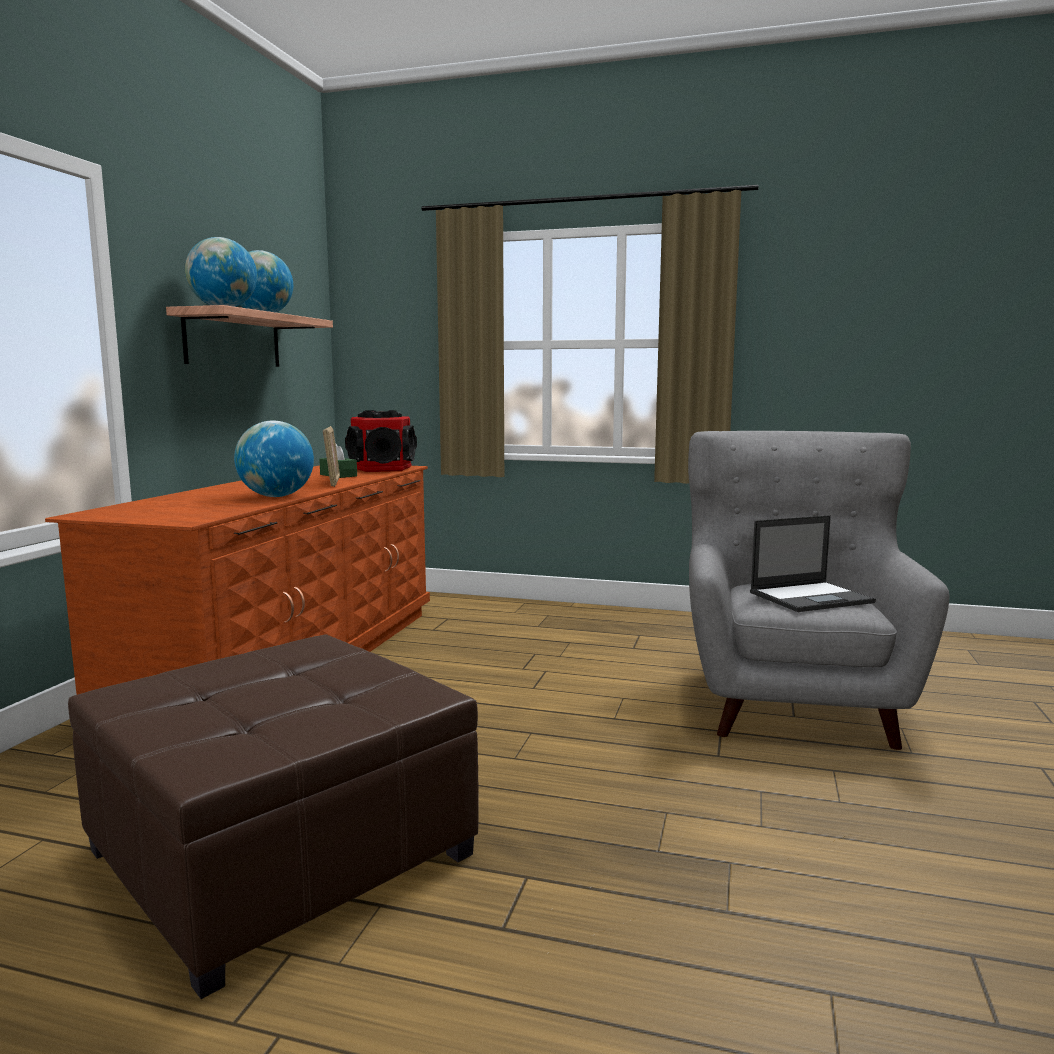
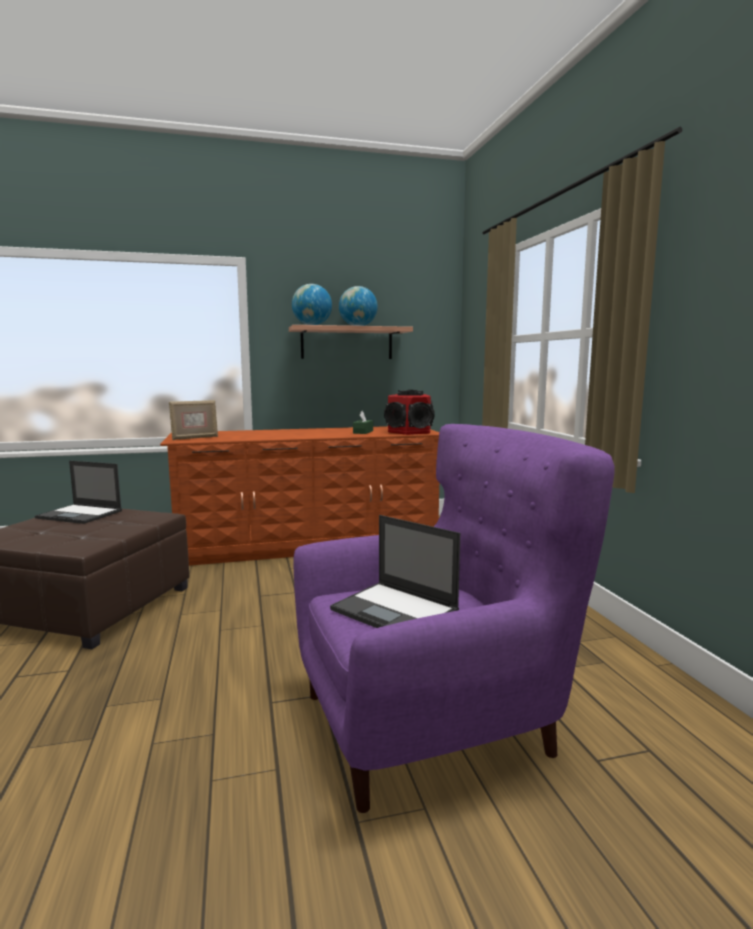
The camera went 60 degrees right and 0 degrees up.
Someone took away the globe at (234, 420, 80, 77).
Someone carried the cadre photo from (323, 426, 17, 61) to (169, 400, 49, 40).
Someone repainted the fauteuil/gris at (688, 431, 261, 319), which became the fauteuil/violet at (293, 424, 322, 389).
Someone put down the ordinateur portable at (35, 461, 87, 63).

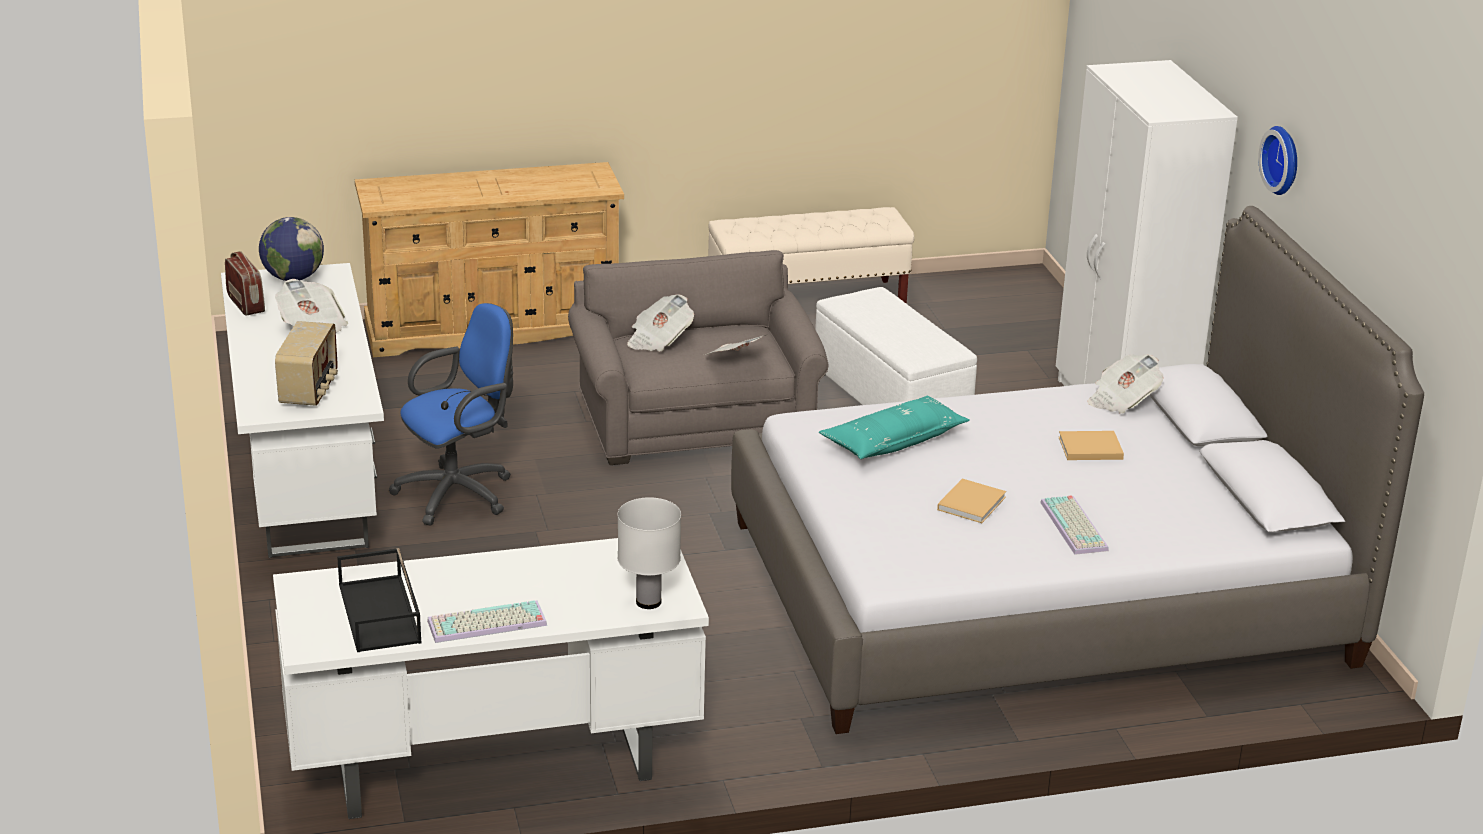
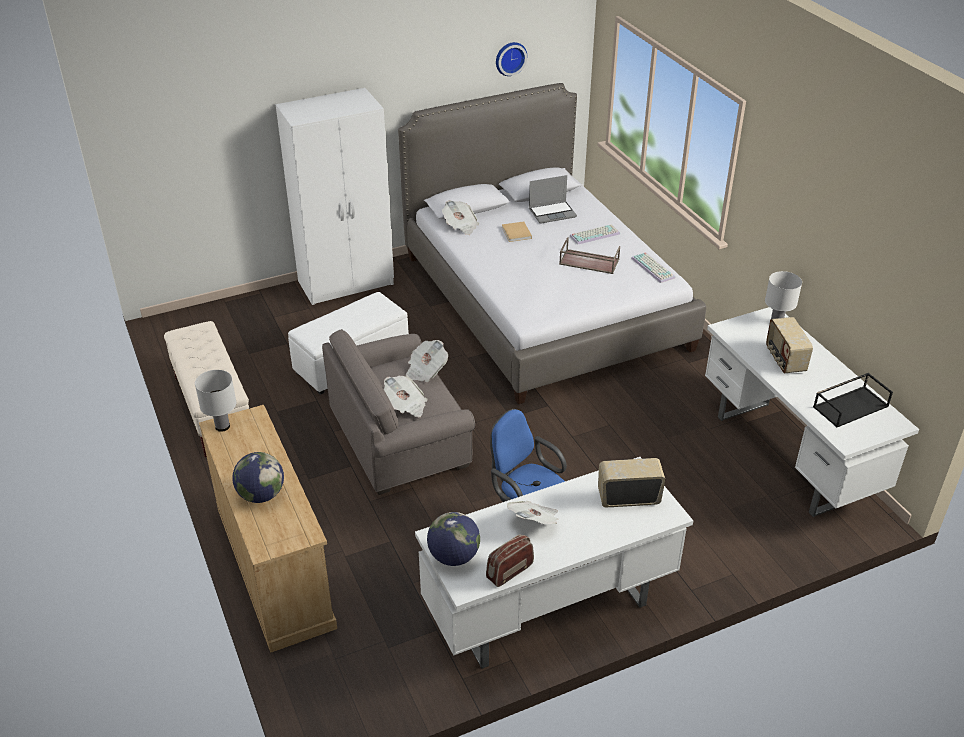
The camera went 100 degrees left and 10 degrees up.
Someone carried the clavier from (427, 600, 120, 43) to (631, 252, 44, 31).
Someone took away the coussin/turquoise at (819, 396, 151, 63).
Someone swapped the livre/beige at (937, 478, 69, 45) for the plateau/marron at (559, 237, 61, 37).
Someone carried the horloge murale from (1258, 126, 39, 69) to (496, 42, 31, 34).
Someone put down the lampe de table/blanc at (195, 370, 42, 62).
Someone put down the globe at (232, 452, 52, 51).
Someone put down the ordinateur portable at (529, 175, 48, 49).
Someone put down the radio at (766, 317, 47, 56).

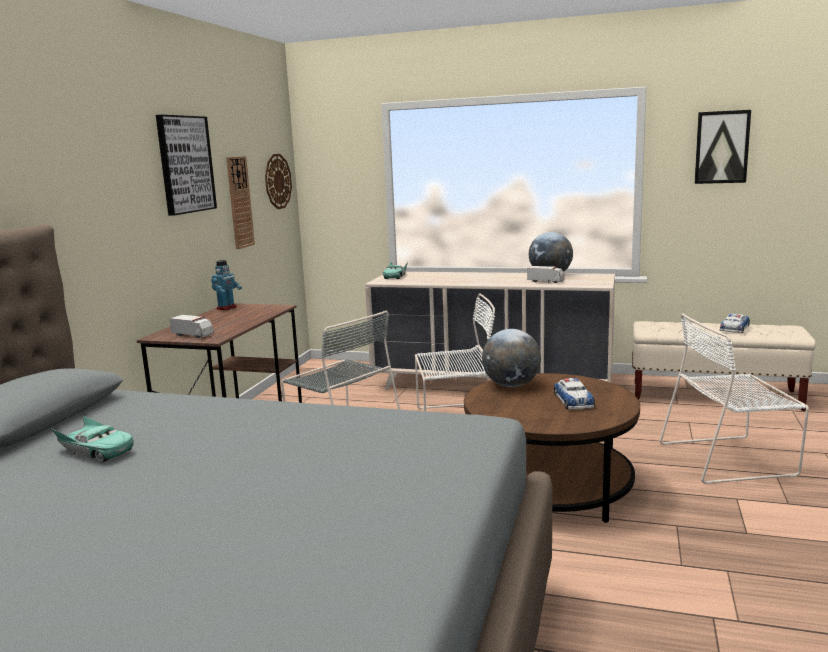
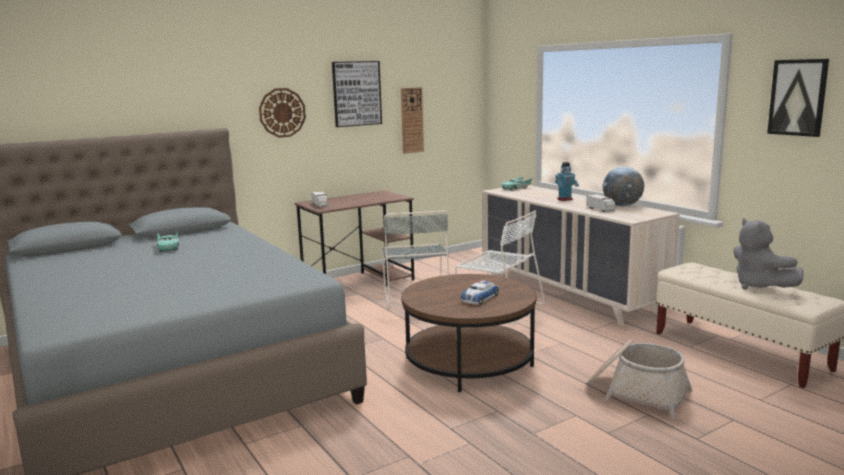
The camera went 40 degrees right and 0 degrees up.
Someone carried the robot jouet from (211, 260, 31, 50) to (555, 162, 24, 39).
Someone carried the horloge murale from (265, 154, 27, 55) to (259, 88, 47, 50).
Someone took away the globe at (482, 329, 59, 58).
Someone swapped the chaise/blanc at (660, 313, 149, 171) for the panier at (586, 339, 107, 80).
Someone swapped the petite voiture at (720, 314, 30, 19) for the peluche/gris at (733, 219, 70, 71).

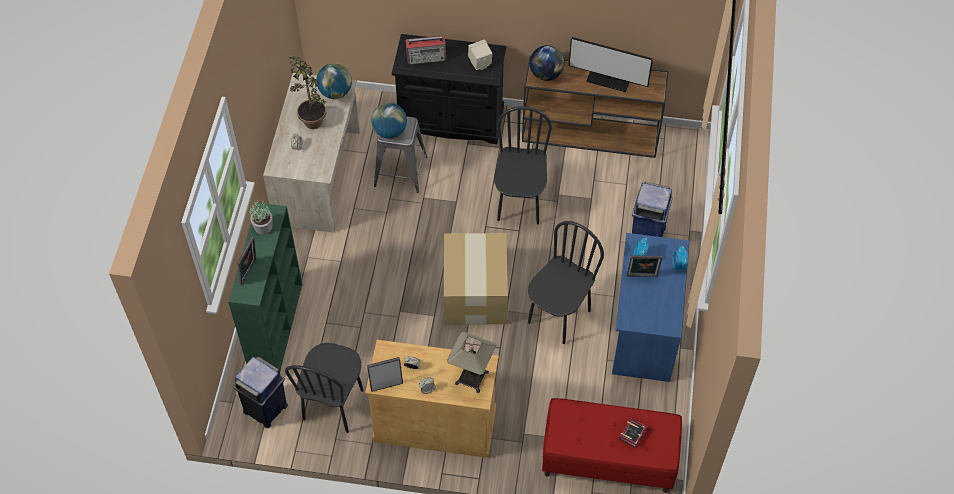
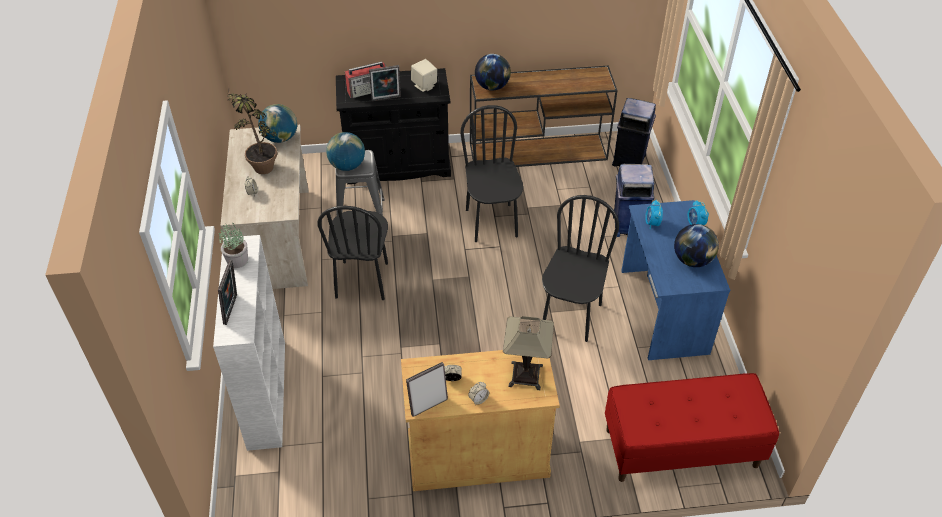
The camera went 15 degrees left and 10 degrees down.
Someone repainted the bibliothèque/vert at (228, 203, 74, 168), which became the bibliothèque/blanc at (213, 235, 72, 216).
Someone carried the poubelle/bleu from (234, 357, 54, 71) to (612, 98, 44, 68).
Someone carried the chaise/noir from (285, 343, 79, 90) to (317, 206, 71, 94).
Someone took away the carton at (444, 233, 64, 92).
Someone took away the écran d'ordinateur at (569, 37, 84, 55).
Someone took away the livre at (619, 418, 28, 30).
Someone carried the cadre photo from (627, 256, 35, 21) to (369, 65, 32, 36).
Someone put down the globe at (674, 224, 45, 43).

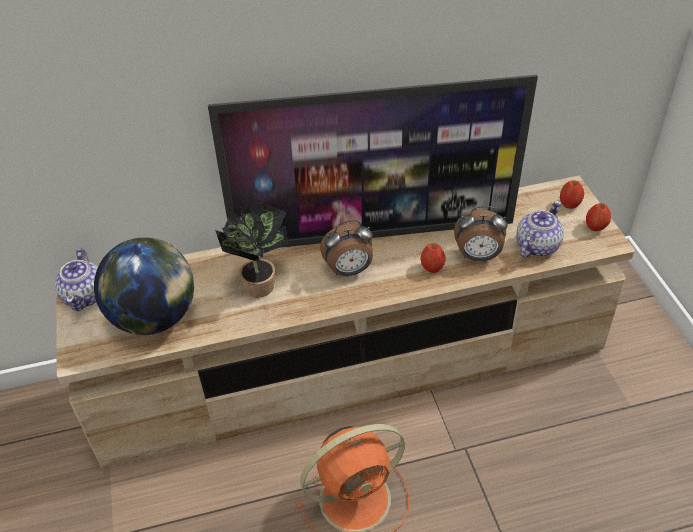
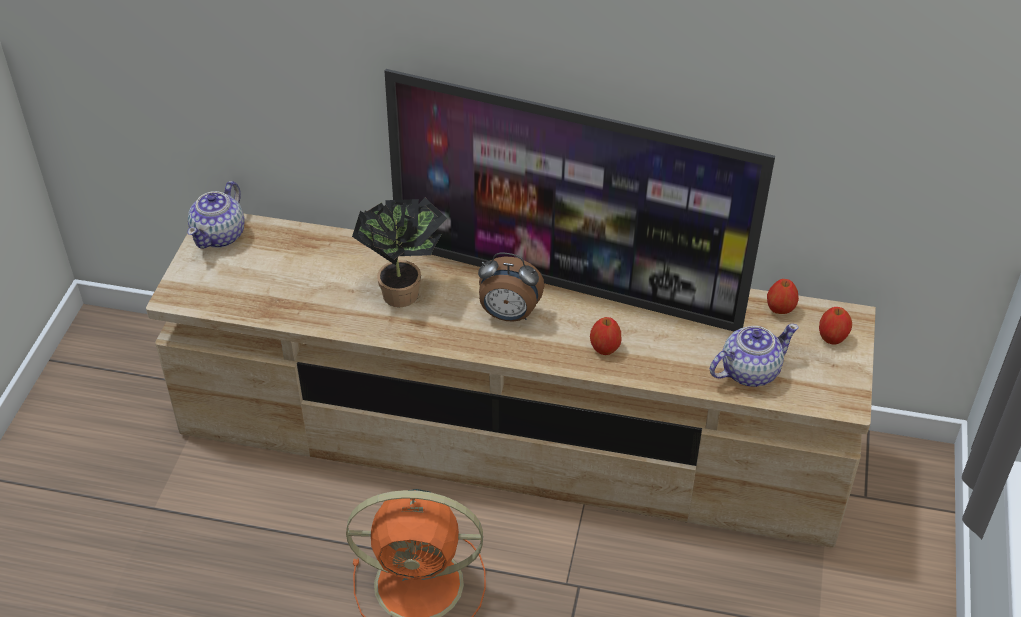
The camera went 25 degrees right and 0 degrees up.
Someone took away the globe at (94, 237, 100, 98).
Someone took away the réveil at (454, 206, 53, 55).
Someone carried the pomme from (586, 203, 25, 28) to (767, 279, 32, 35).

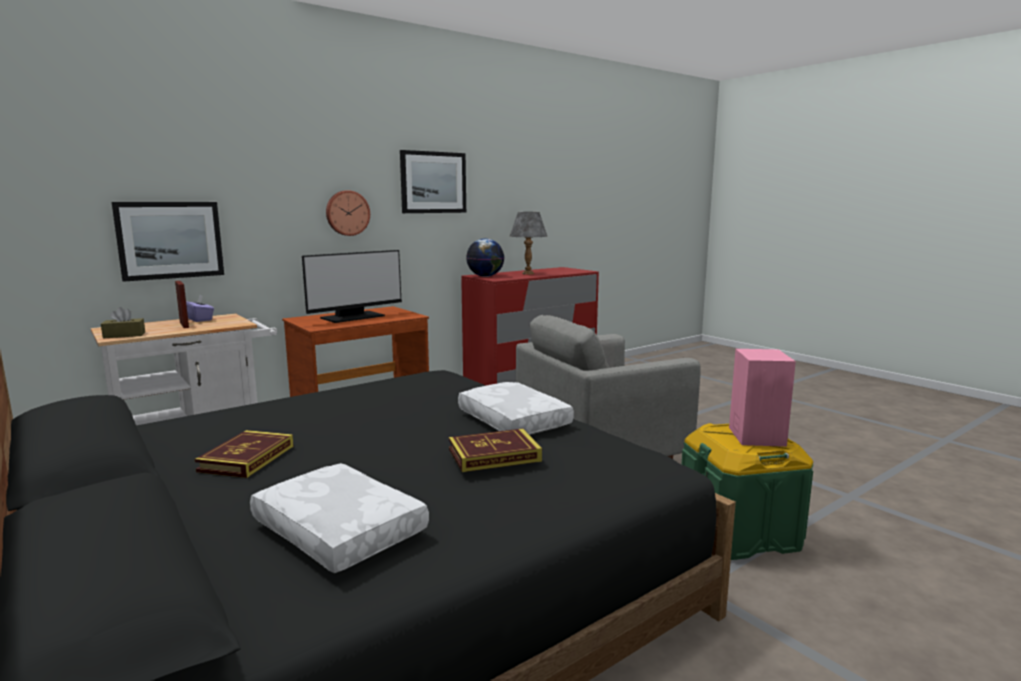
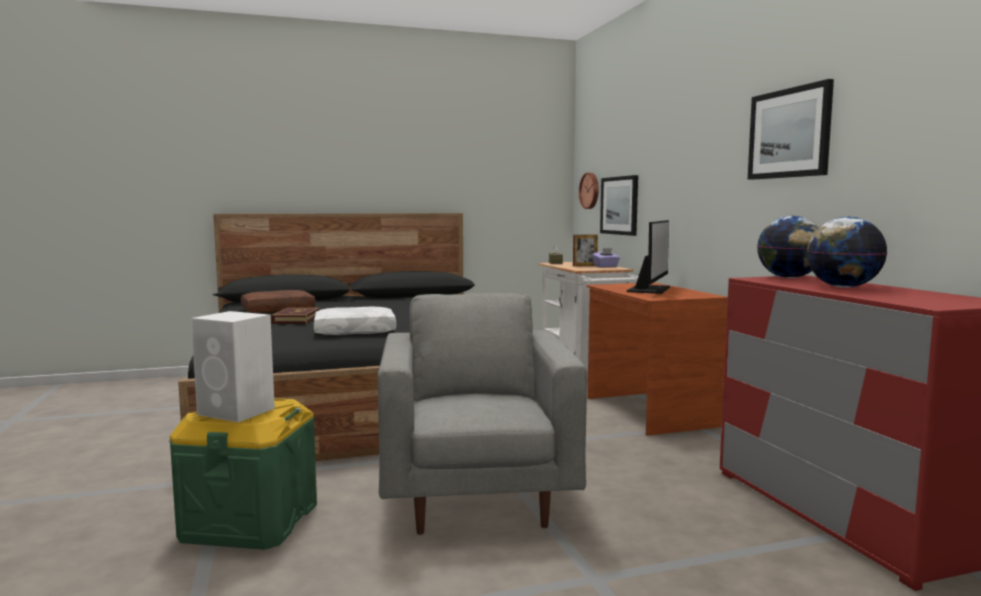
The camera went 110 degrees right and 5 degrees down.
Someone took away the livre at (195, 430, 98, 48).
Someone repainted the coussin/blanc at (250, 463, 179, 110), which became the coussin/marron at (241, 290, 75, 23).
Someone rotated the écran d'ordinateur at (302, 250, 100, 73) by 135 degrees counterclockwise.
Someone carried the horloge murale from (326, 190, 44, 46) to (579, 173, 20, 36).
Someone swapped the lampe de table/gris at (510, 212, 37, 63) for the globe at (807, 217, 80, 71).
Someone repainted the enceinte/rose at (729, 349, 67, 98), which became the enceinte/blanc at (191, 311, 84, 111).

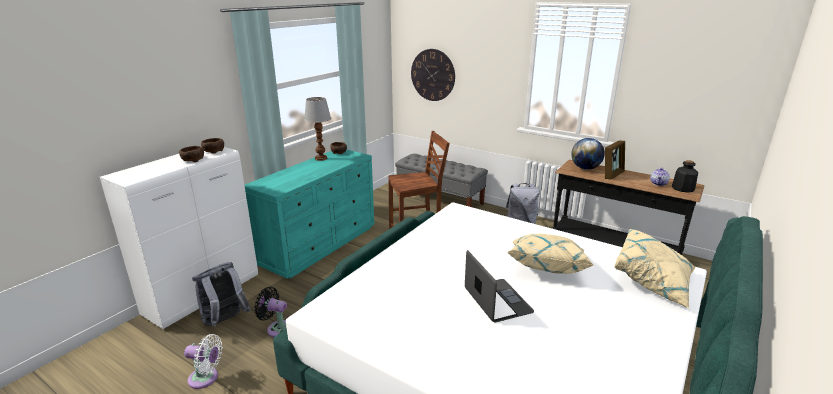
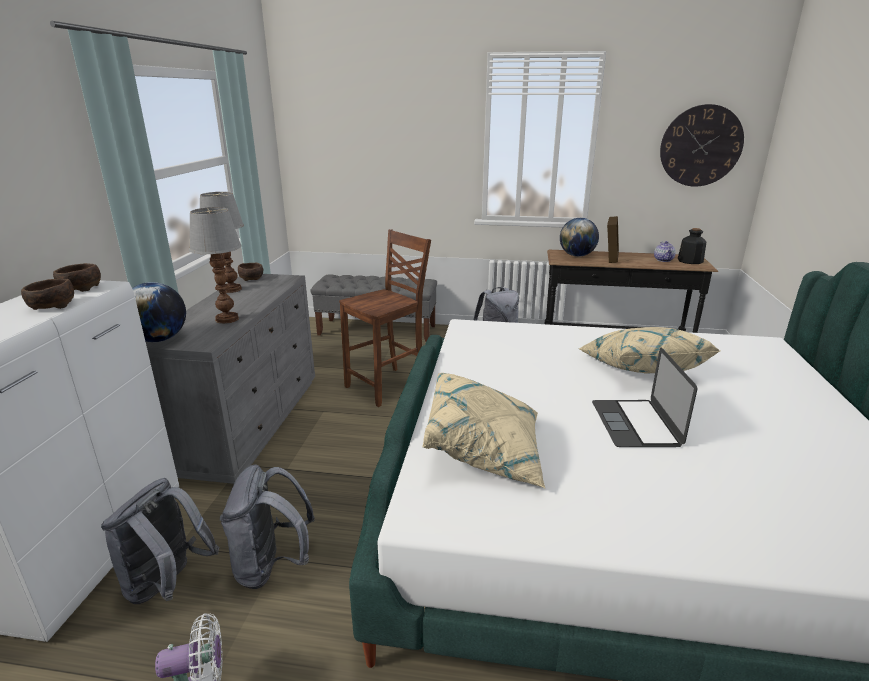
The camera went 25 degrees left and 0 degrees up.
Someone repainted the commode/turquoise at (244, 150, 131, 128), which became the commode/gris at (145, 274, 170, 210).
Someone swapped the ventilateur/noir at (254, 287, 33, 50) for the sac à dos/gris at (220, 465, 95, 124).
Someone carried the horloge murale from (411, 49, 44, 52) to (660, 104, 84, 83).
Someone rotated the ordinateur portable at (465, 250, 69, 72) by 135 degrees counterclockwise.
Someone carried the coussin/beige from (614, 229, 81, 79) to (422, 373, 123, 115).
Someone put down the globe at (132, 282, 54, 60).
Someone put down the lampe de table at (189, 207, 53, 117).

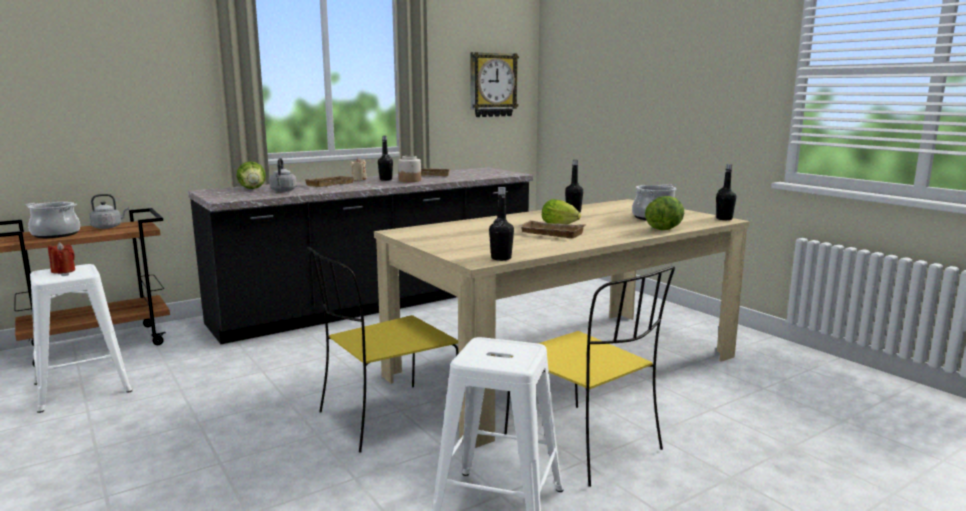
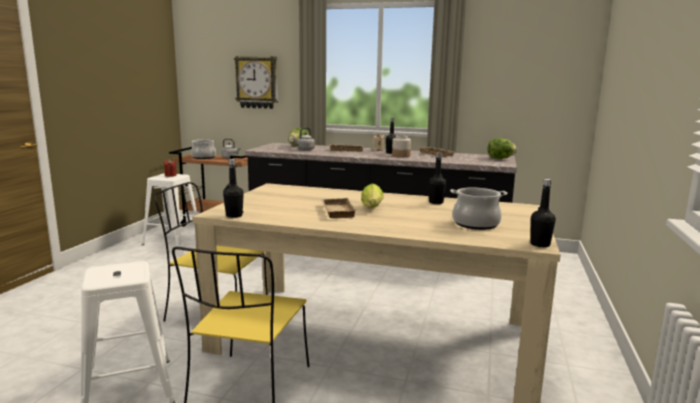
The camera went 50 degrees right and 0 degrees up.
Someone carried the horloge murale from (470, 52, 49, 65) to (234, 56, 44, 53).
Someone carried the laitue from (645, 196, 39, 34) to (488, 138, 29, 21).

